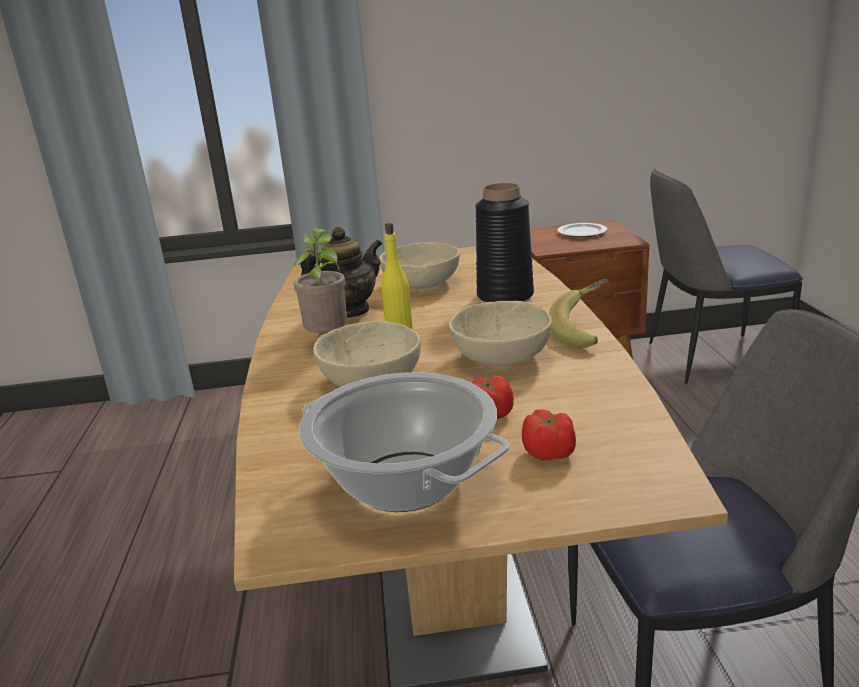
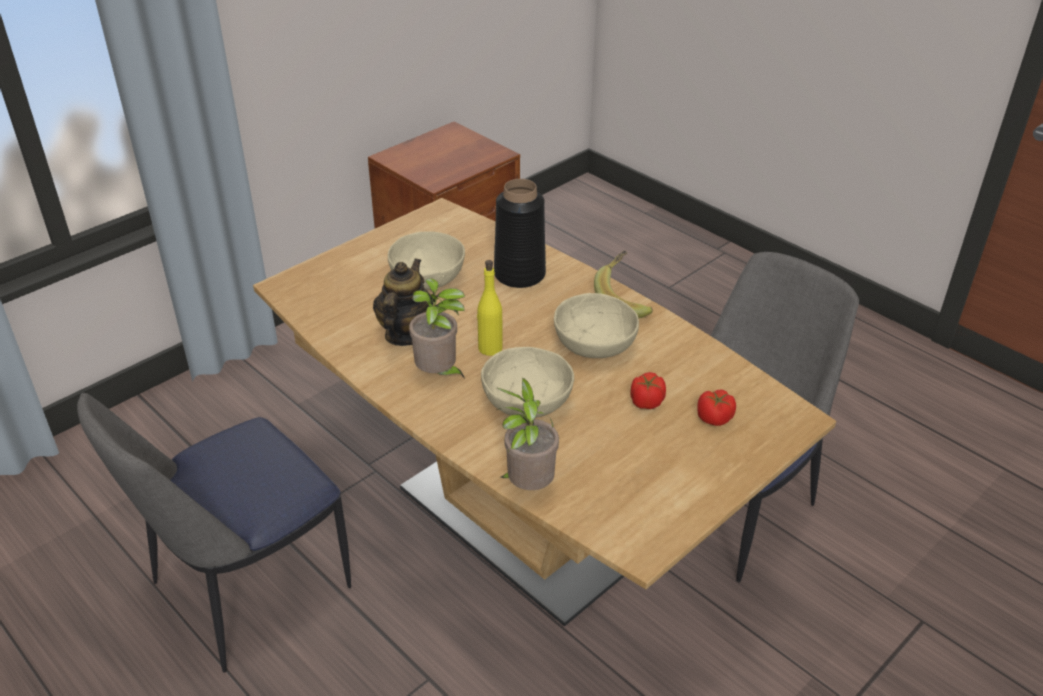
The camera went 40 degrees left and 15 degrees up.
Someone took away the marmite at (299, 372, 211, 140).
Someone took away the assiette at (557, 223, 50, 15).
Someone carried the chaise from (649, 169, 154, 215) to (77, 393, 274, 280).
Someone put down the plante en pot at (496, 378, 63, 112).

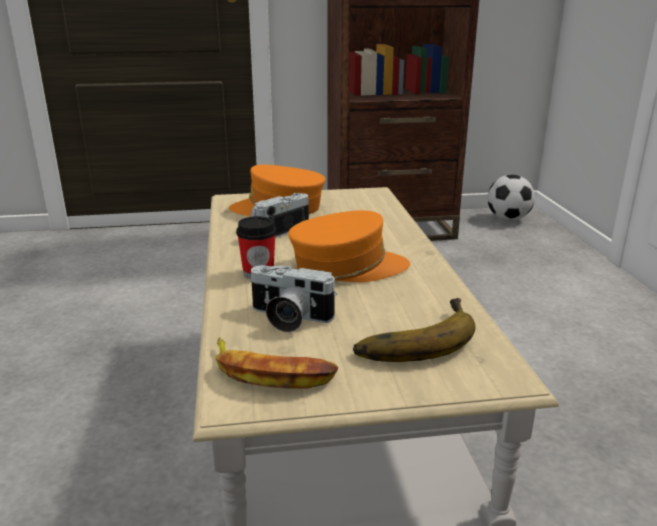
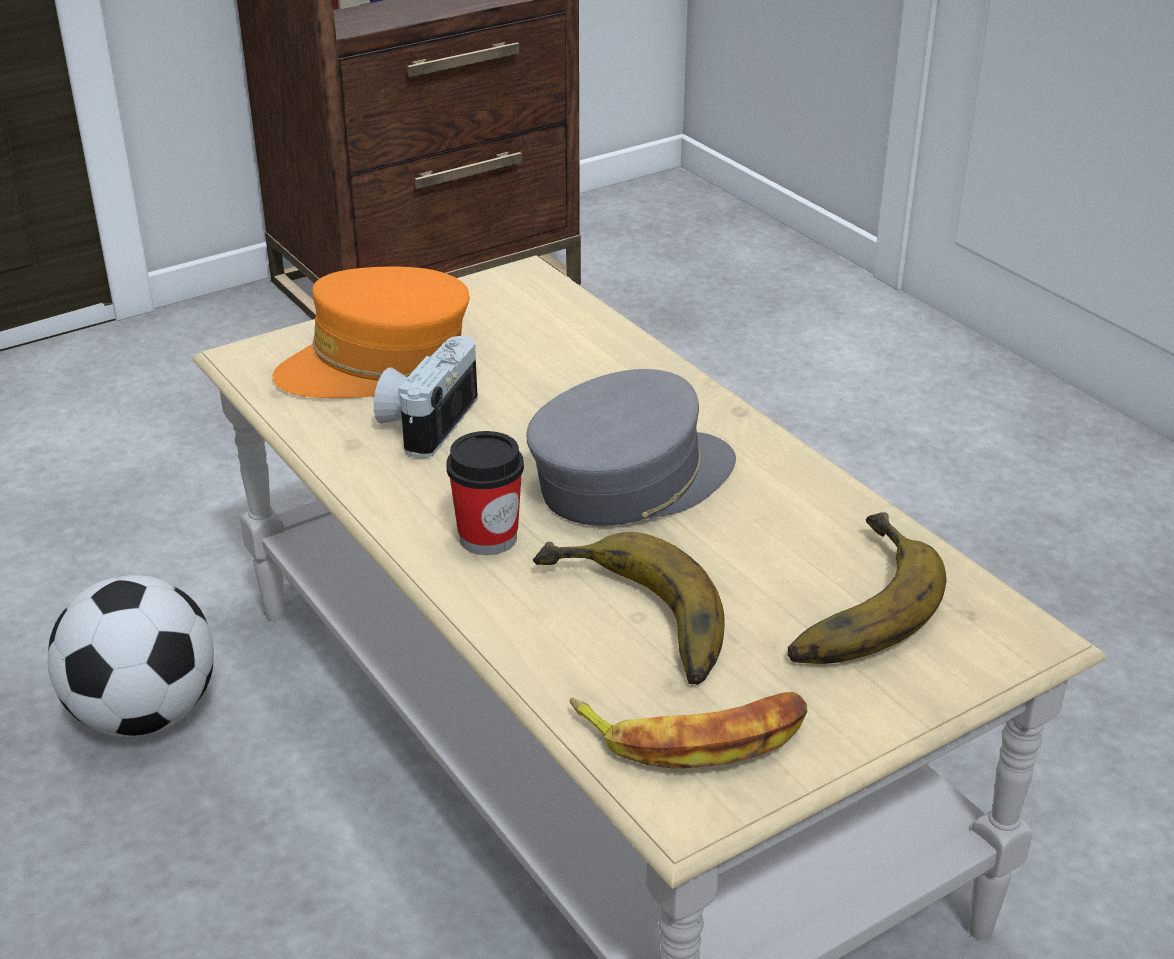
The camera went 25 degrees left and 10 degrees up.
Someone swapped the appareil photo at (249, 265, 88, 67) for the banane at (533, 532, 192, 153).
Someone repainted the casquette/orange at (288, 210, 122, 72), which became the casquette/gris at (526, 369, 210, 157).
Someone carried the ballon de foot from (487, 175, 48, 45) to (48, 575, 166, 162).

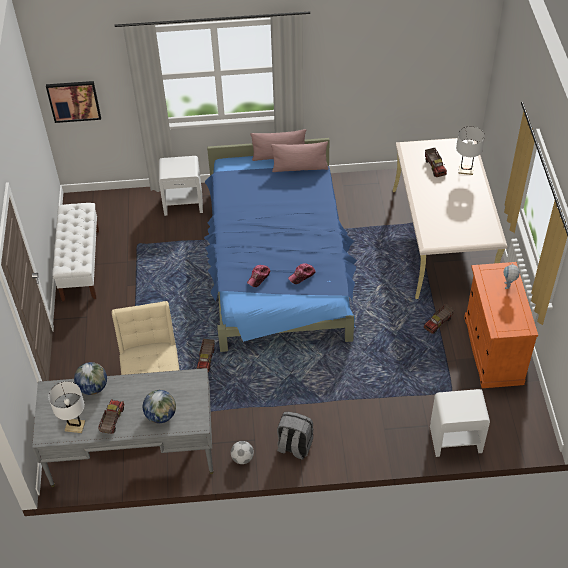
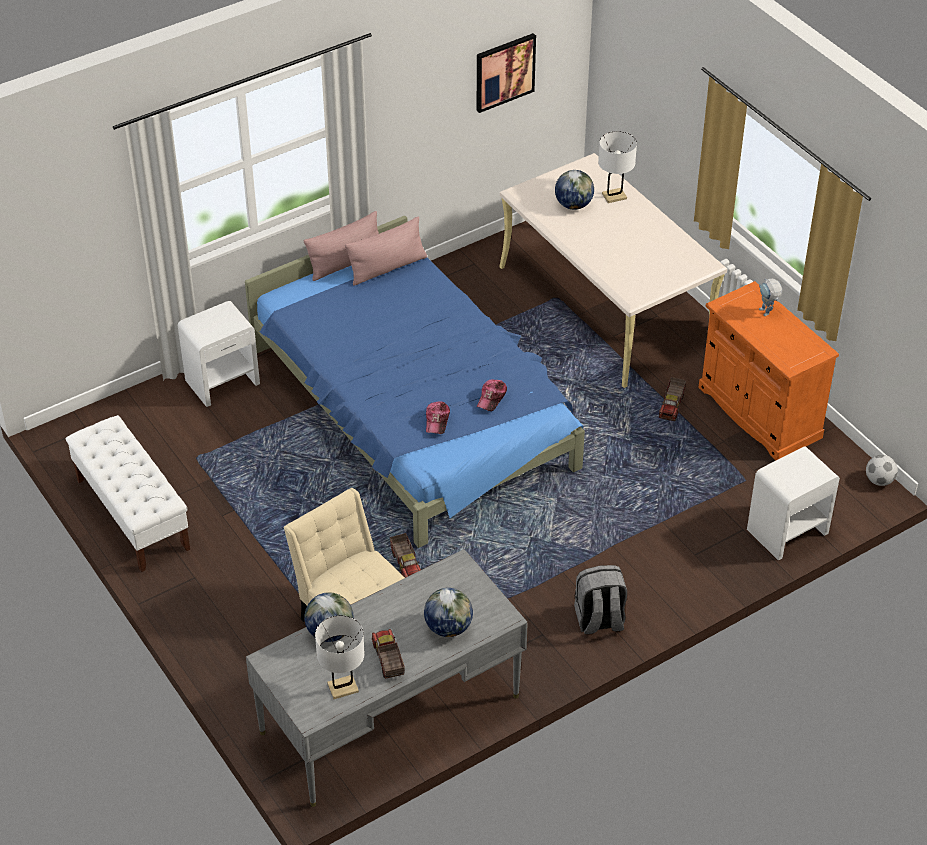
The camera went 30 degrees left and 5 degrees down.
Someone carried the tableau from (46, 81, 55, 42) to (477, 33, 59, 80).
Someone carried the ballon de foot from (231, 441, 23, 23) to (866, 455, 32, 31).
Someone swapped the camion jouet at (425, 148, 22, 29) for the globe at (555, 170, 39, 40).

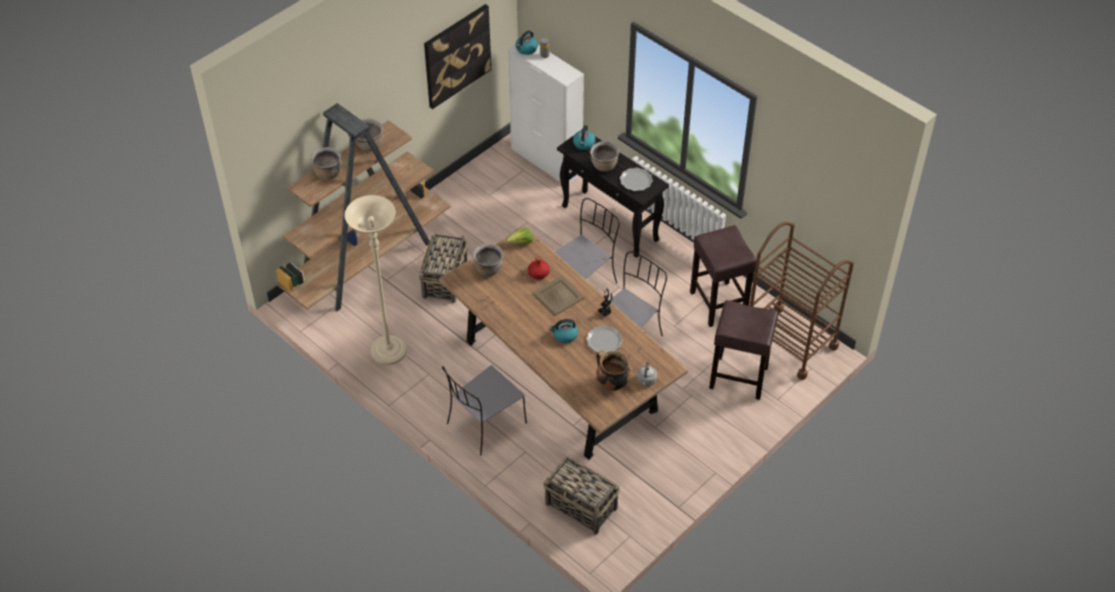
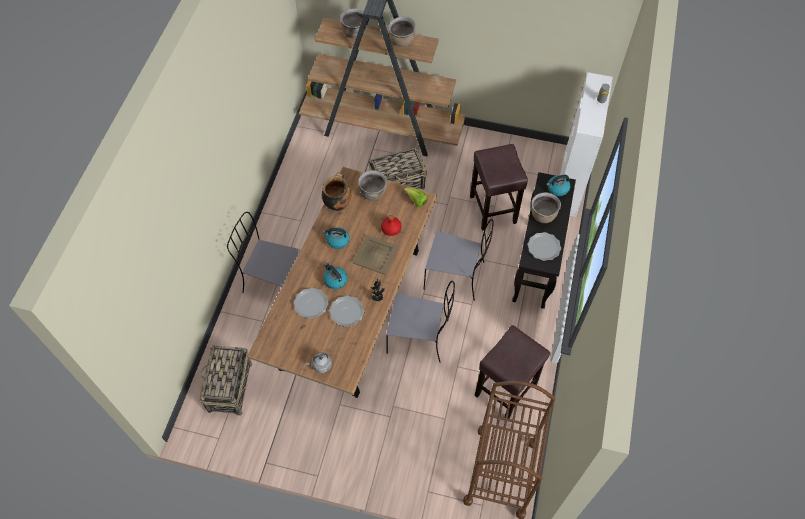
The camera went 60 degrees right and 10 degrees up.
Someone took away the lampadaire/beige at (345, 195, 62, 170).
Someone took away the tableau at (424, 4, 67, 105).
Someone carried the bouilloire from (515, 30, 23, 25) to (323, 227, 27, 22).
Someone carried the marmite from (596, 351, 35, 40) to (322, 173, 29, 38).
Someone carried the tabouret/marron from (709, 300, 69, 100) to (470, 144, 58, 87).
Someone put down the assiette at (294, 288, 35, 31).

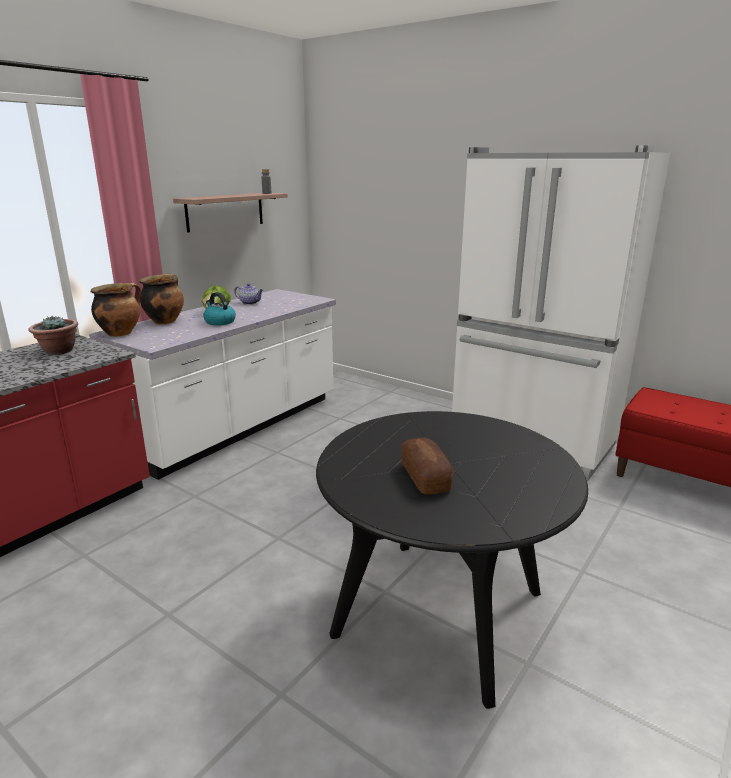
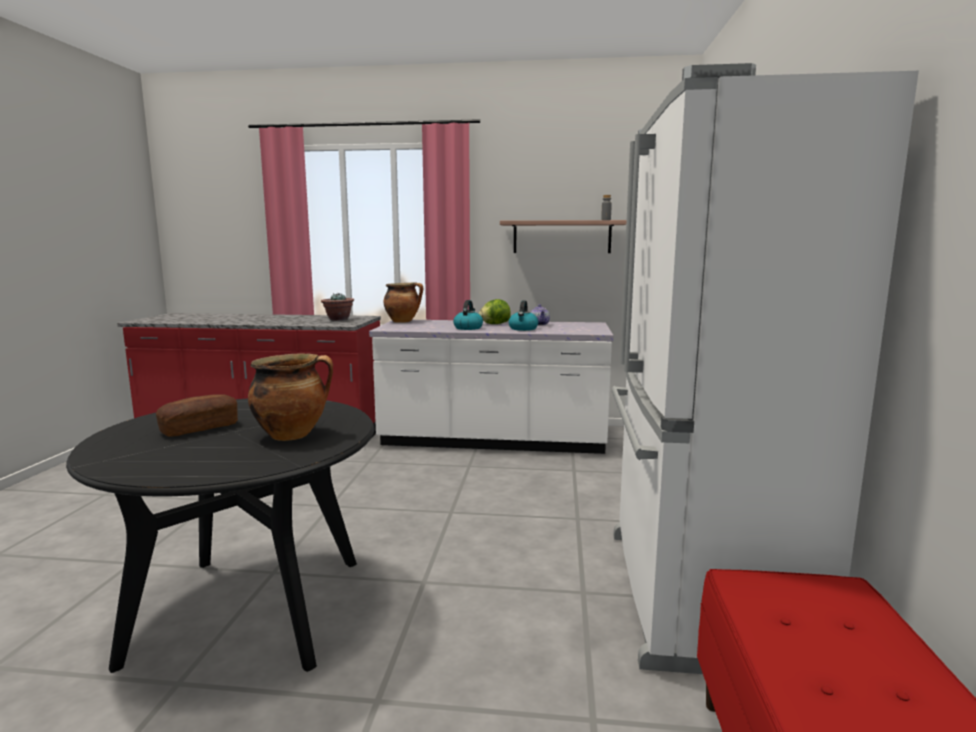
The camera went 60 degrees right and 10 degrees down.
Someone carried the marmite from (140, 274, 44, 50) to (248, 353, 85, 88).
Someone put down the bouilloire at (509, 300, 29, 31).

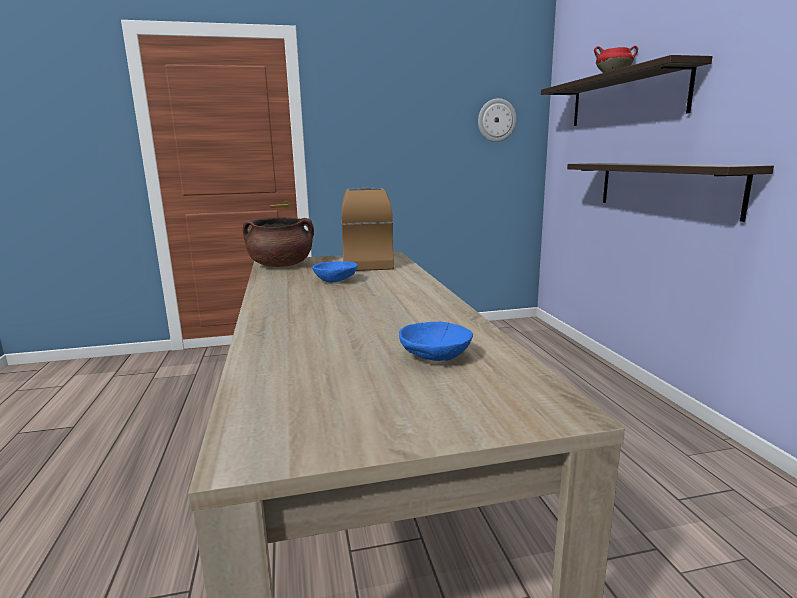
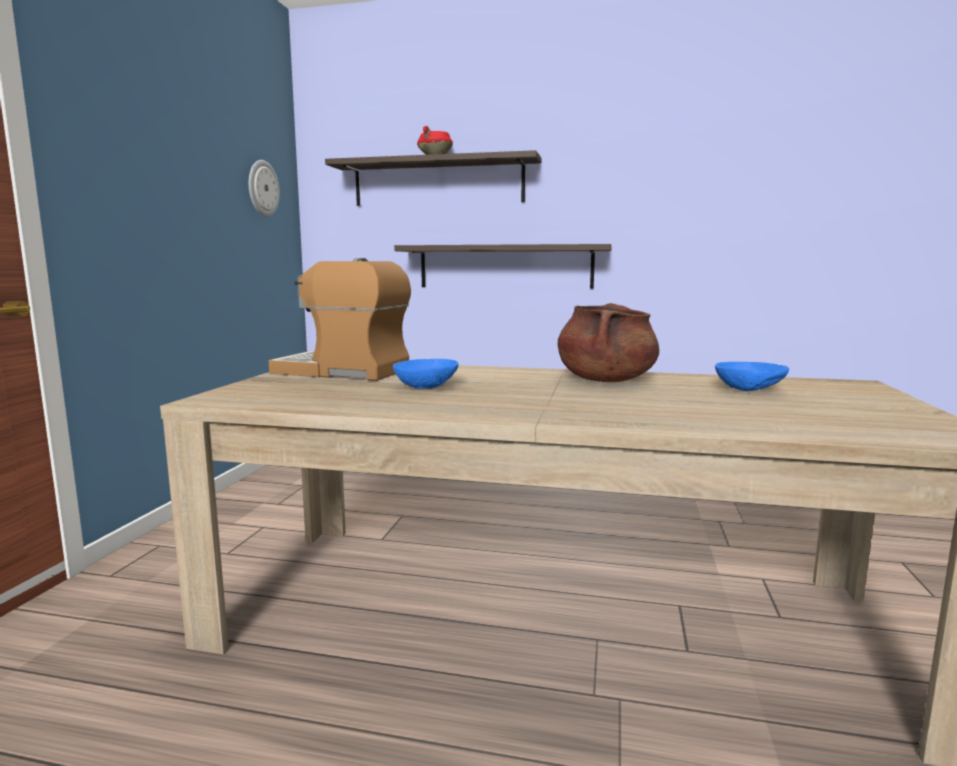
The camera went 65 degrees left and 5 degrees down.
Someone carried the marmite/marron from (243, 217, 71, 50) to (558, 303, 101, 79).

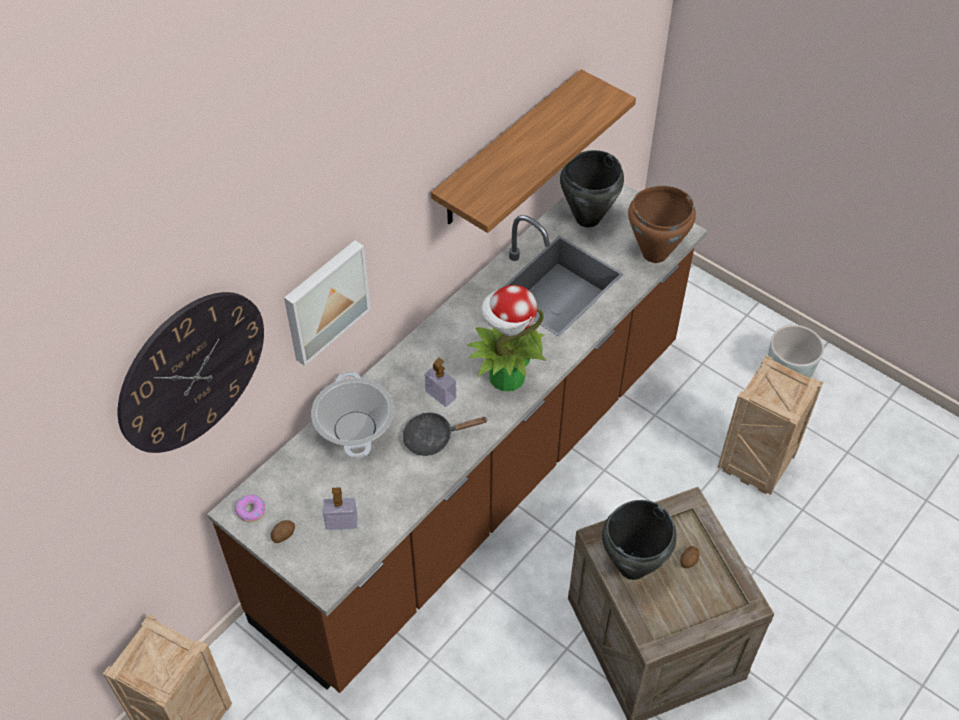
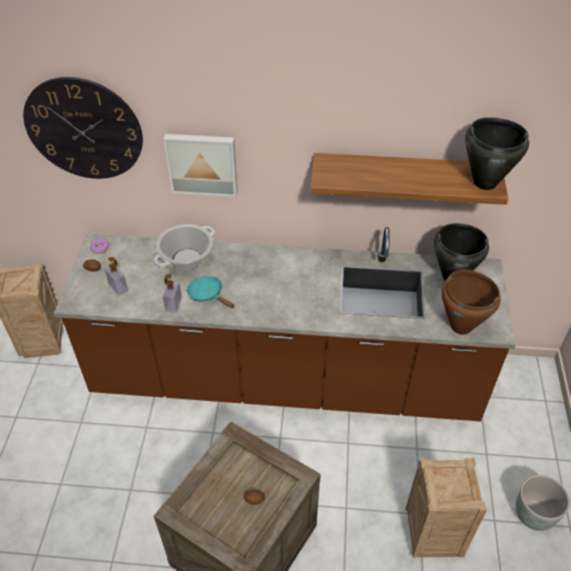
The camera went 55 degrees right and 5 degrees down.
Someone repainted the poêle/noir at (402, 413, 85, 43), which became the poêle/turquoise at (187, 276, 48, 32).
Someone carried the distributeur de savon from (425, 358, 31, 49) to (163, 274, 19, 39).
Someone took away the plante en pot at (467, 285, 80, 106).
Someone carried the marmite/noir from (602, 500, 74, 80) to (465, 117, 64, 73).

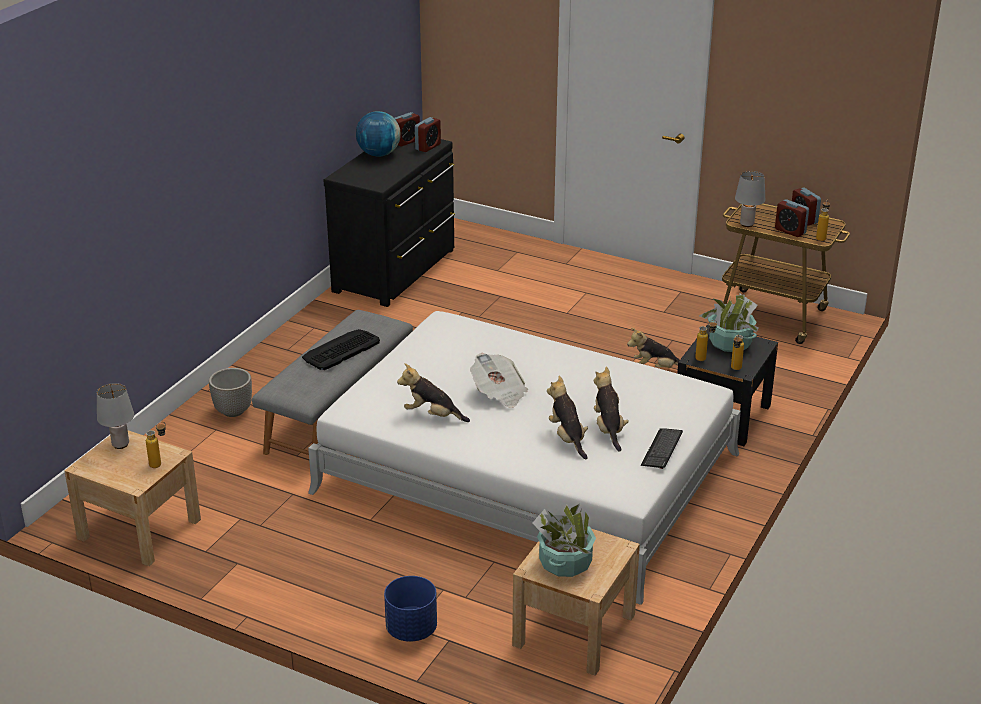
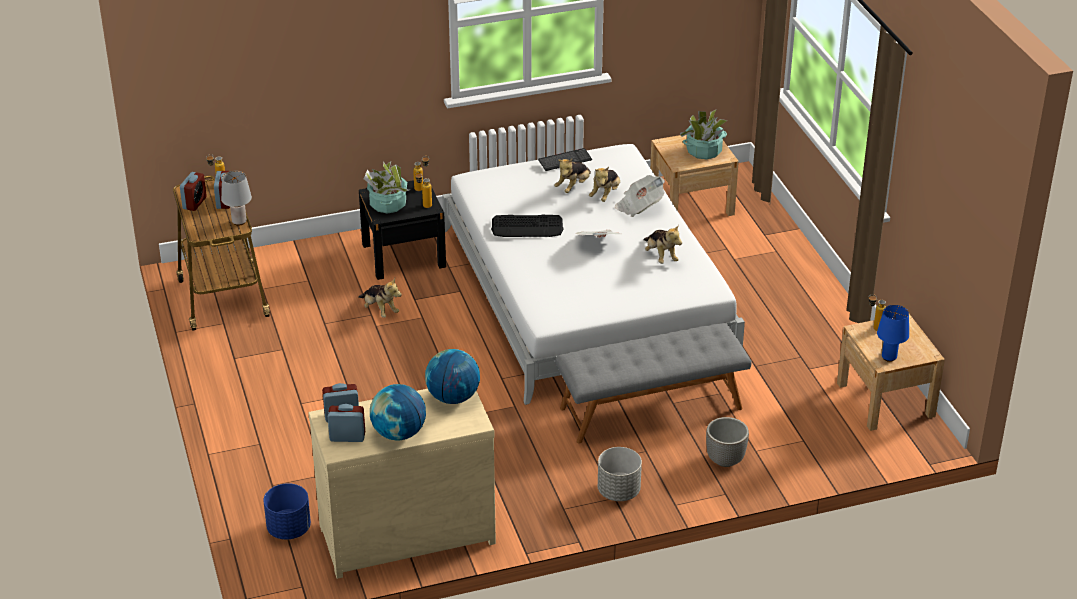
The camera went 135 degrees left and 5 degrees up.
Someone repainted the lampe de table/gris at (97, 383, 37, 66), which became the lampe de table/bleu at (877, 305, 32, 57).
Someone carried the clavier from (302, 329, 78, 41) to (491, 215, 73, 22).
Someone repainted the commode/noir at (323, 139, 132, 168), which became the commode/beige at (308, 389, 188, 190).
Someone carried the cache-pot/bleu from (384, 576, 53, 66) to (263, 483, 48, 57).
Someone put down the globe at (425, 349, 55, 55).
Someone put down the cache-pot/gris at (598, 447, 44, 54).
Someone put down the journal at (615, 175, 50, 42).

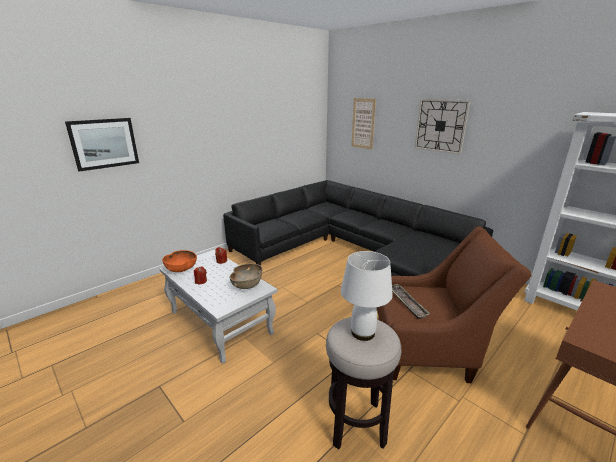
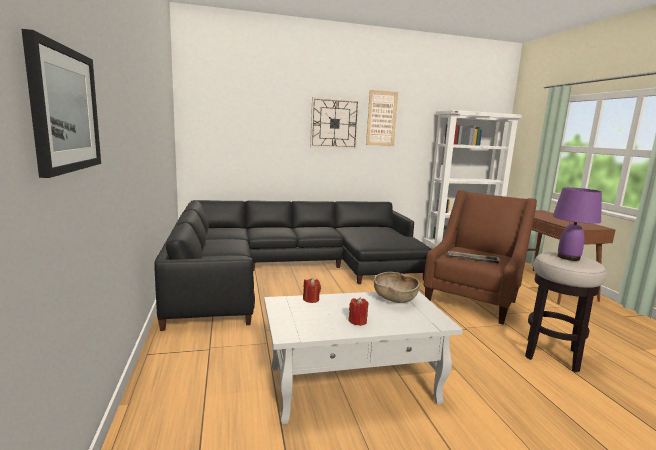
The camera went 60 degrees left and 10 degrees down.
Someone took away the bol/orange at (162, 250, 35, 22).
Someone repainted the lampe de table/blanc at (341, 251, 52, 90), which became the lampe de table/violet at (553, 187, 49, 74).
Someone carried the tableau from (351, 98, 25, 51) to (366, 90, 32, 56).

